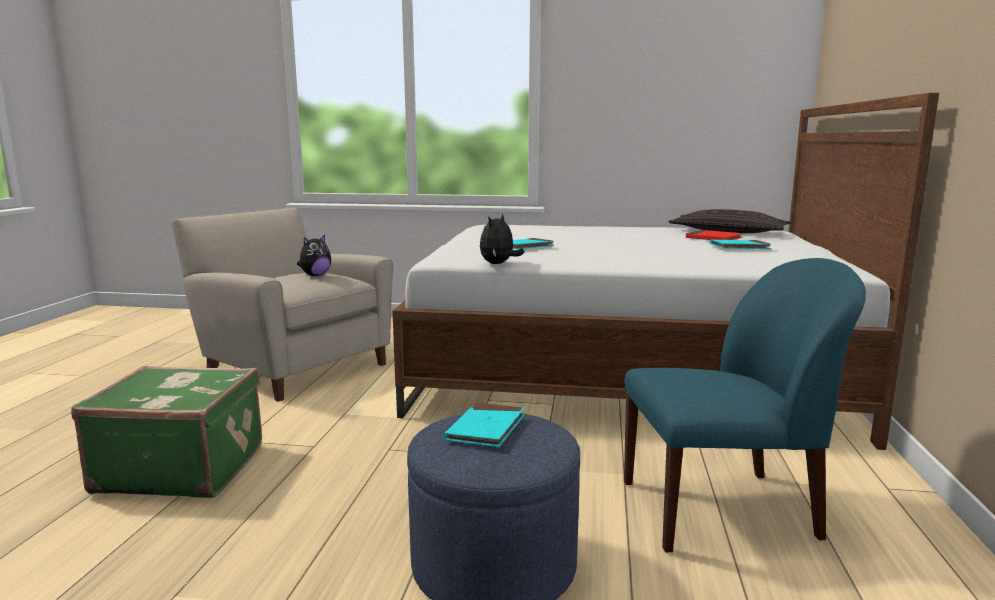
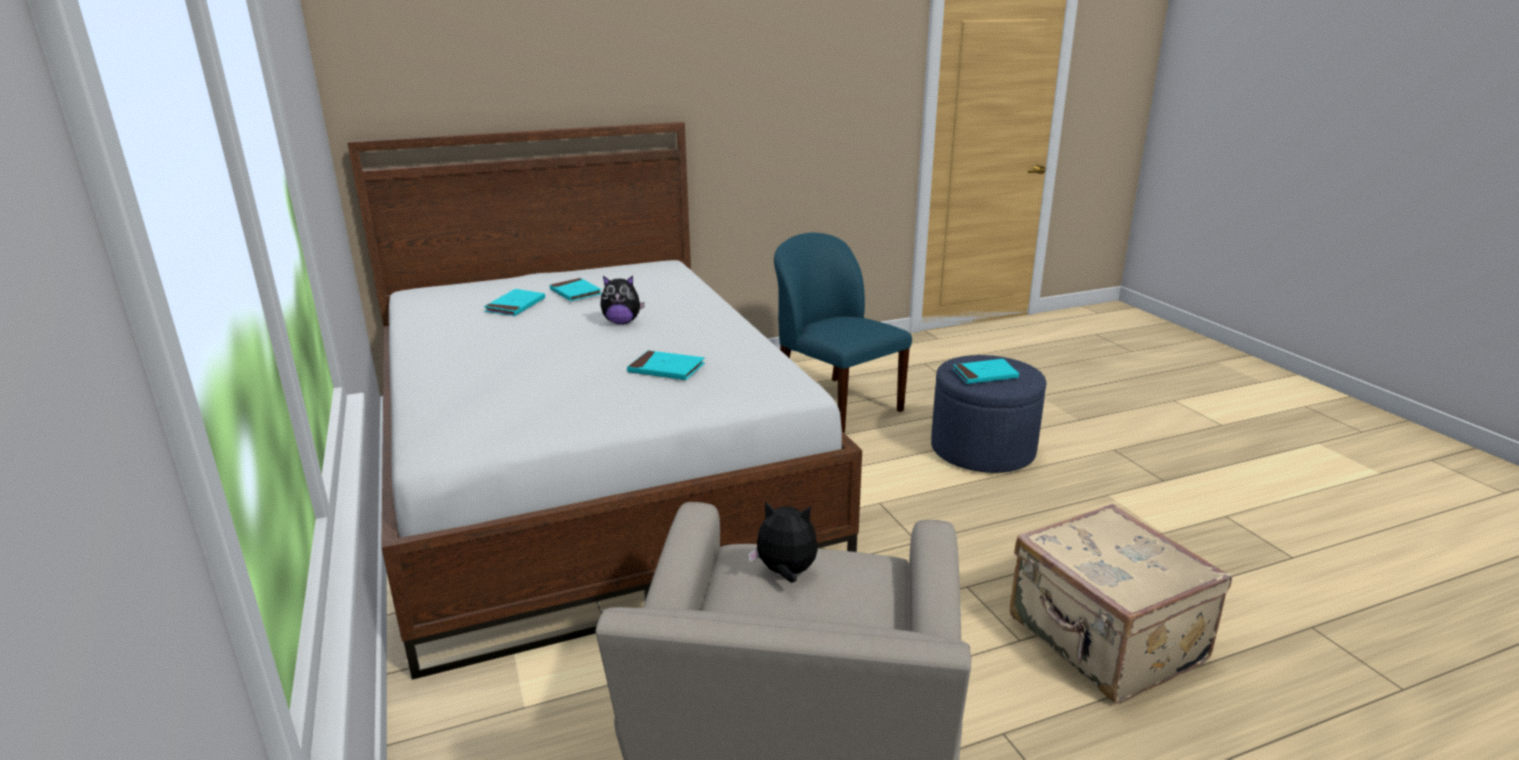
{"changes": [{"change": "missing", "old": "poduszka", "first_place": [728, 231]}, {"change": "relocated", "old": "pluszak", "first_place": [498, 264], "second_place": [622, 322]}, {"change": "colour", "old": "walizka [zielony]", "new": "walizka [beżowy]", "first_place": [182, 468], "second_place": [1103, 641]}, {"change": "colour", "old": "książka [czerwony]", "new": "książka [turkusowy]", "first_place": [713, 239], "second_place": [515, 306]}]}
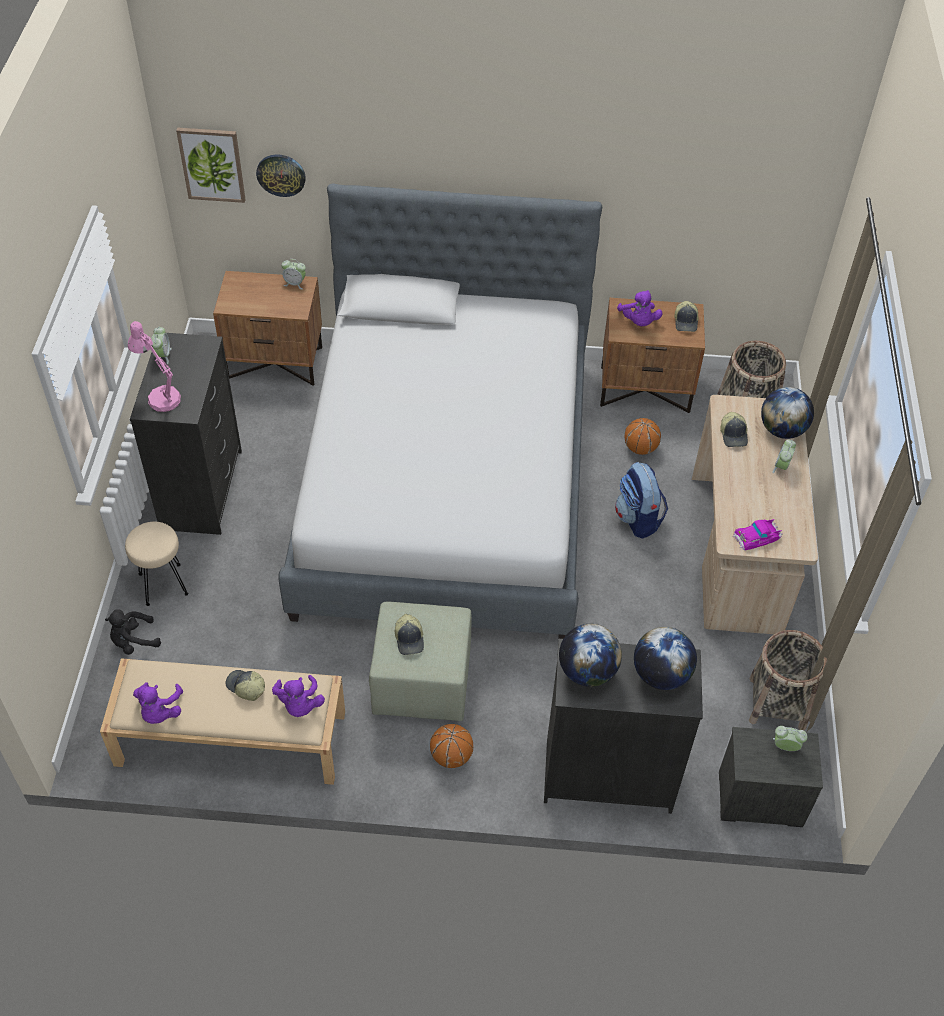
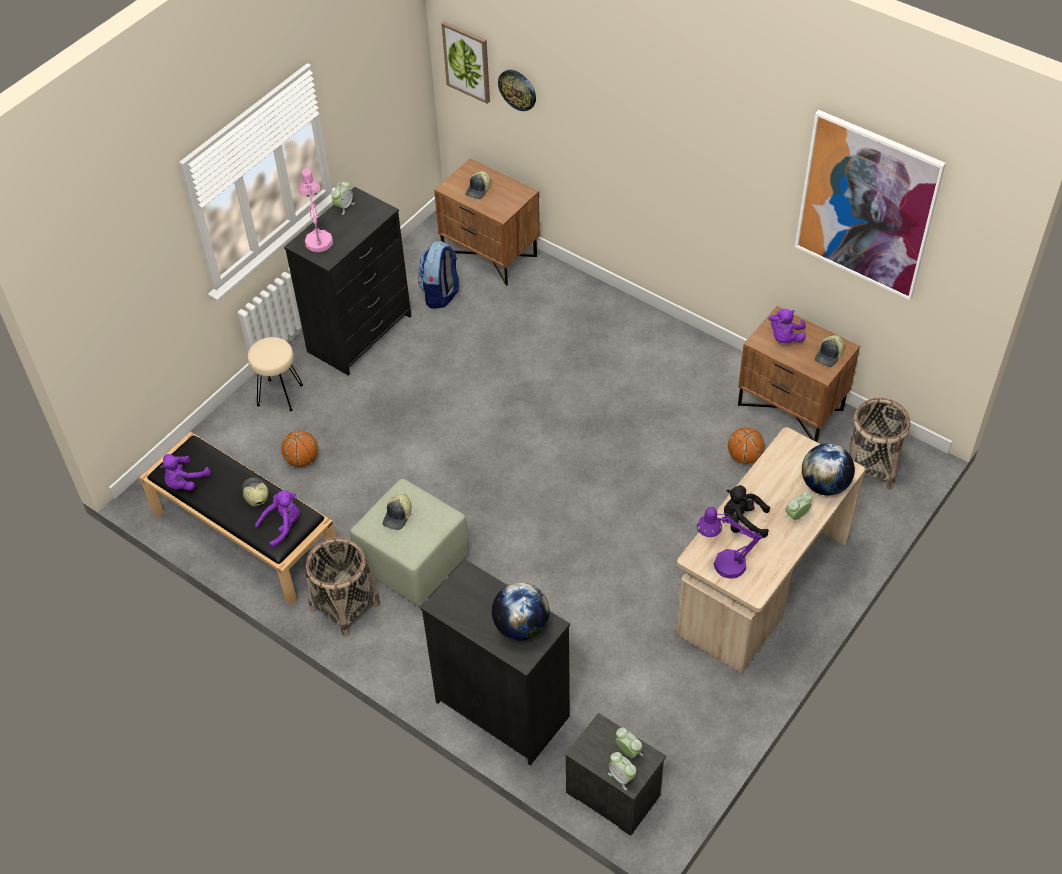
{"changes": [{"change": "missing", "old": "łóżko", "first_place": [446, 482]}, {"change": "missing", "old": "globus", "first_place": [587, 671]}, {"change": "appeared", "new": "obraz", "second_place": [867, 205]}, {"change": "relocated", "old": "pluszak [czarny]", "first_place": [133, 641], "second_place": [743, 522]}, {"change": "relocated", "old": "budzik", "first_place": [295, 283], "second_place": [622, 777]}, {"change": "relocated", "old": "piłka do koszykówki", "first_place": [451, 756], "second_place": [302, 459]}, {"change": "relocated", "old": "plecak", "first_place": [638, 519], "second_place": [440, 294]}, {"change": "relocated", "old": "czapka z daszkiem", "first_place": [734, 435], "second_place": [479, 190]}, {"change": "relocated", "old": "koszyk", "first_place": [777, 703], "second_place": [345, 606]}, {"change": "exchanged", "old": "samochodzik", "new": "lampa stołowa [fioletowy]", "first_place": [757, 536], "second_place": [722, 564]}, {"change": "colour", "old": "ławka [beżowy]", "new": "ławka [czarny]", "first_place": [229, 739], "second_place": [243, 534]}, {"change": "spun", "old": "pluszak [fioletowy]", "first_place": [299, 705], "second_place": [283, 526], "degrees": -150}]}
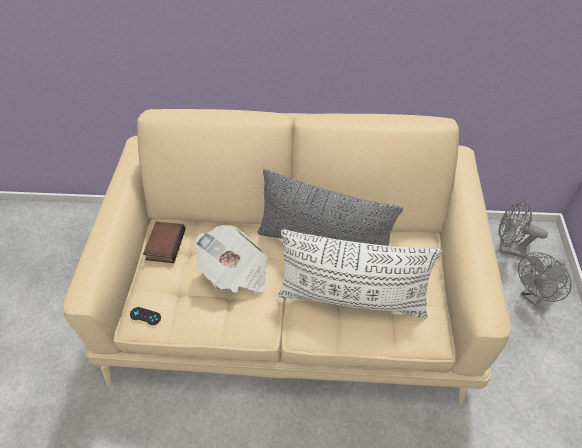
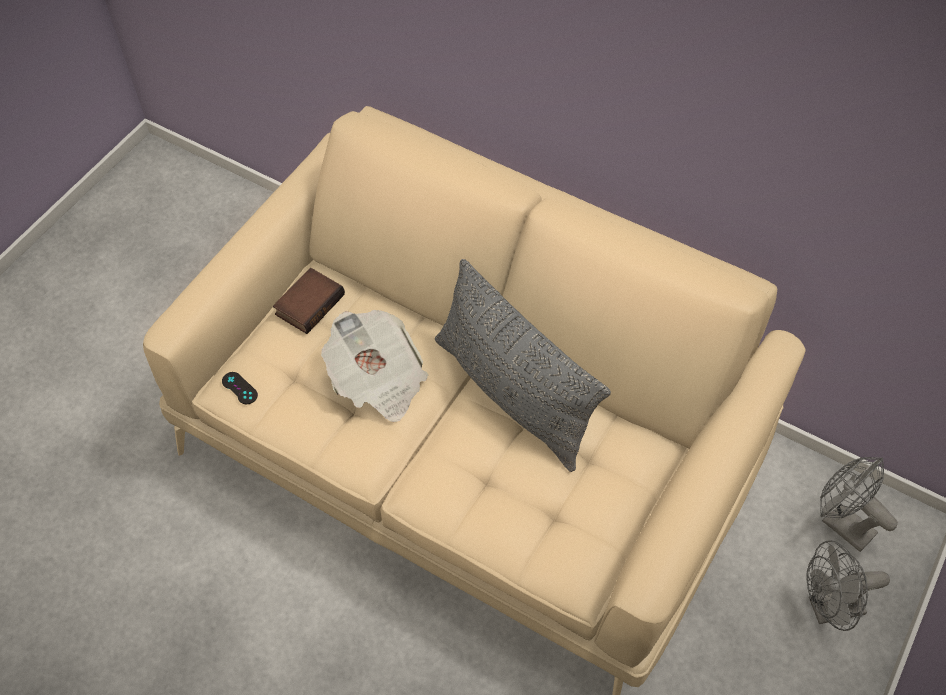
{"changes": [{"change": "missing", "old": "poduszka [biały]", "first_place": [352, 297]}]}
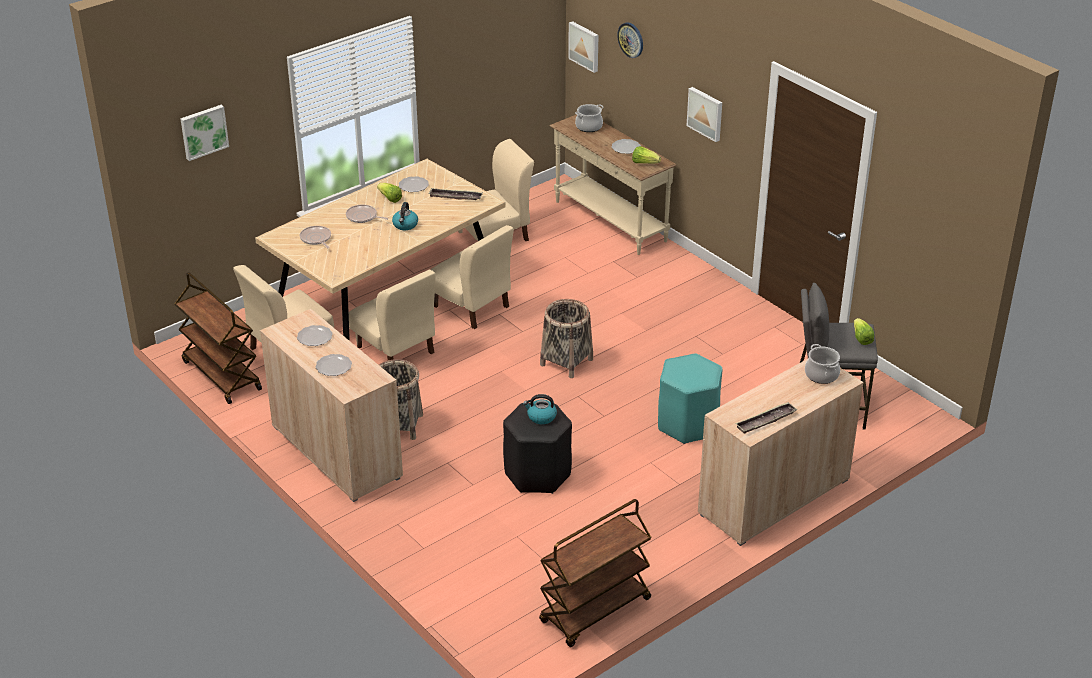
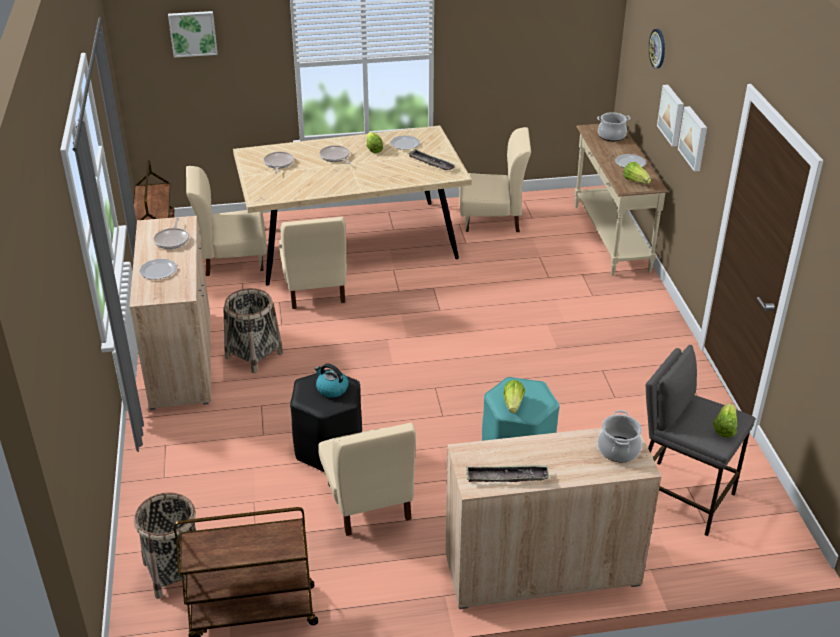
{"changes": [{"change": "missing", "old": "czajnik", "first_place": [405, 225]}, {"change": "appeared", "new": "sałata", "second_place": [513, 404]}, {"change": "relocated", "old": "krzesło [beżowy]", "first_place": [471, 307], "second_place": [368, 502]}, {"change": "relocated", "old": "koszyk", "first_place": [566, 362], "second_place": [175, 572]}, {"change": "relocated", "old": "obraz", "first_place": [585, 46], "second_place": [672, 115]}, {"change": "exchanged", "old": "talerz", "new": "patelnia", "first_place": [315, 337], "second_place": [172, 240]}]}
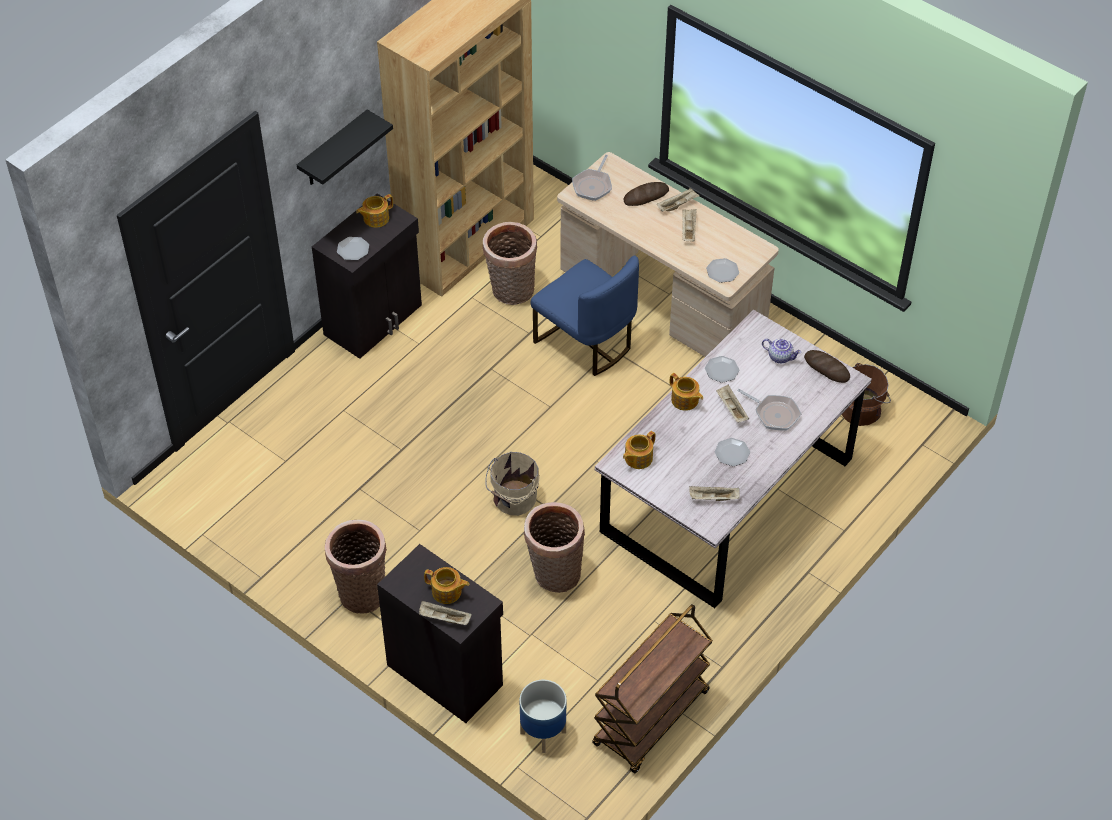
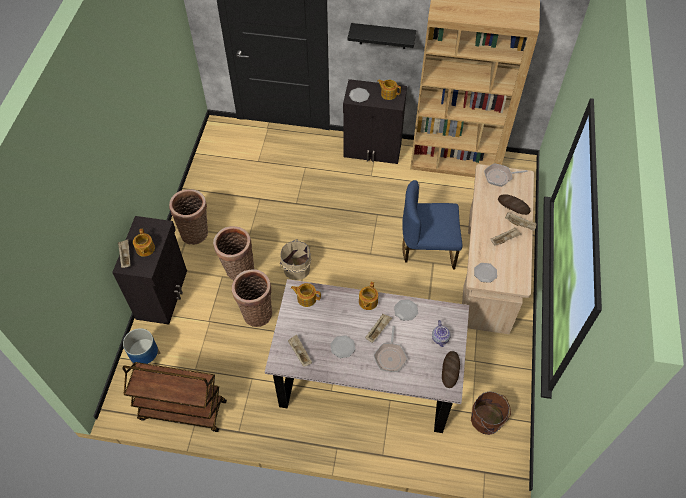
{"changes": [{"change": "relocated", "old": "koszyk", "first_place": [511, 292], "second_place": [238, 269]}, {"change": "spun", "old": "krzesło [niebieski]", "first_place": [586, 342], "second_place": [428, 248], "degrees": 75}]}
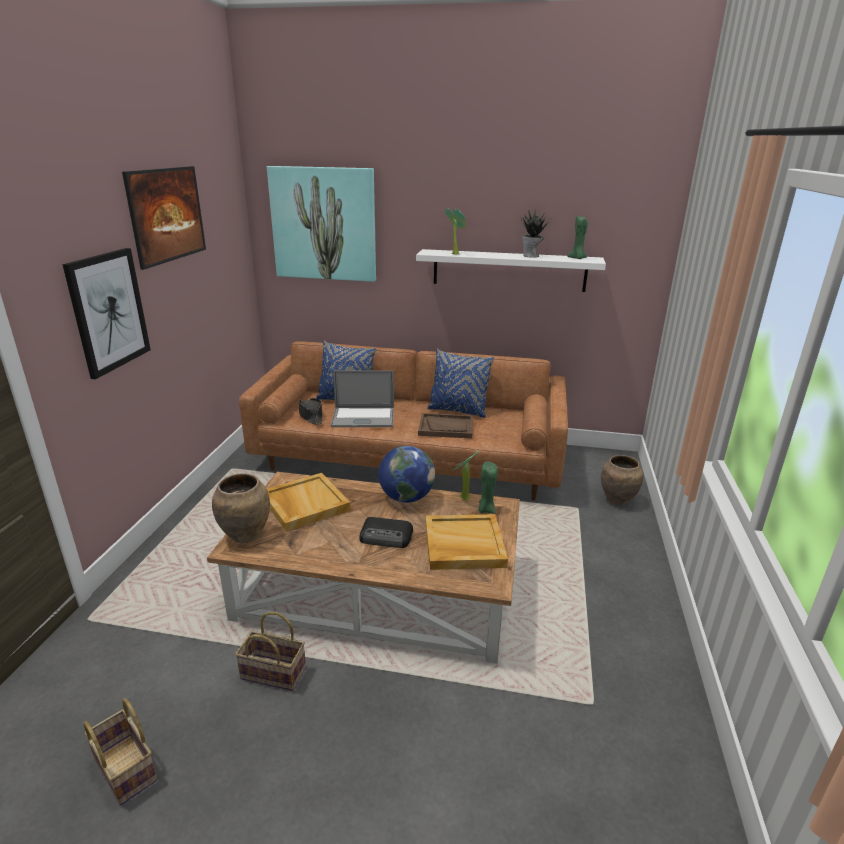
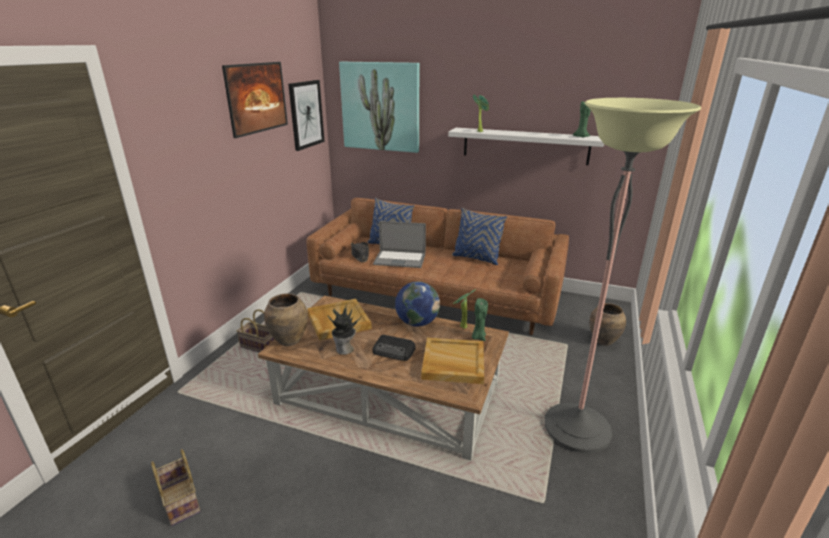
{"changes": [{"change": "missing", "old": "taca [brązowy]", "first_place": [446, 427]}, {"change": "appeared", "new": "lampa stojąca", "second_place": [577, 428]}, {"change": "relocated", "old": "obraz", "first_place": [108, 311], "second_place": [306, 114]}, {"change": "relocated", "old": "koszyk", "first_place": [271, 674], "second_place": [257, 346]}, {"change": "relocated", "old": "roślina doniczkowa", "first_place": [531, 256], "second_place": [345, 350]}]}
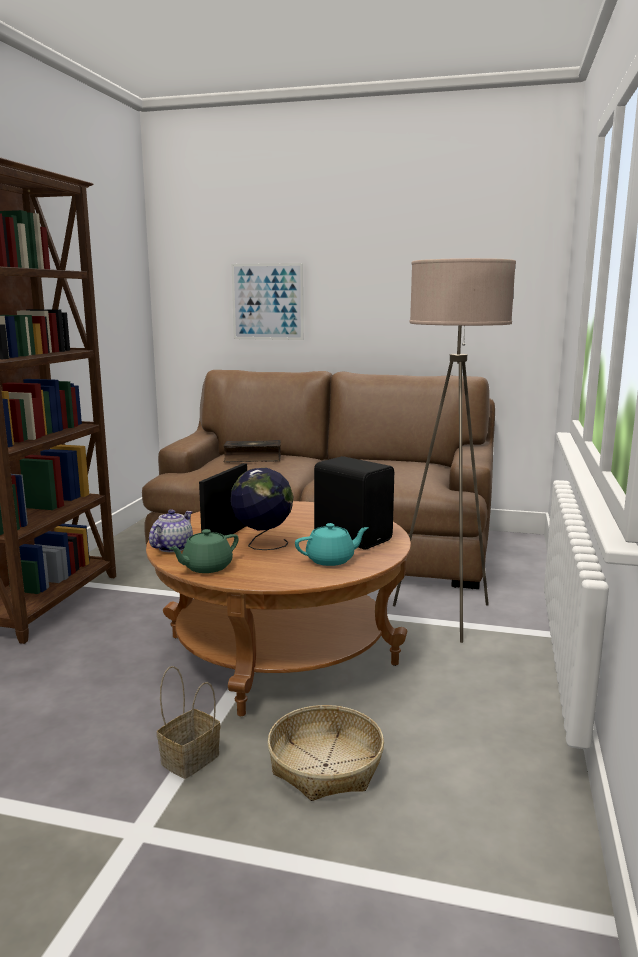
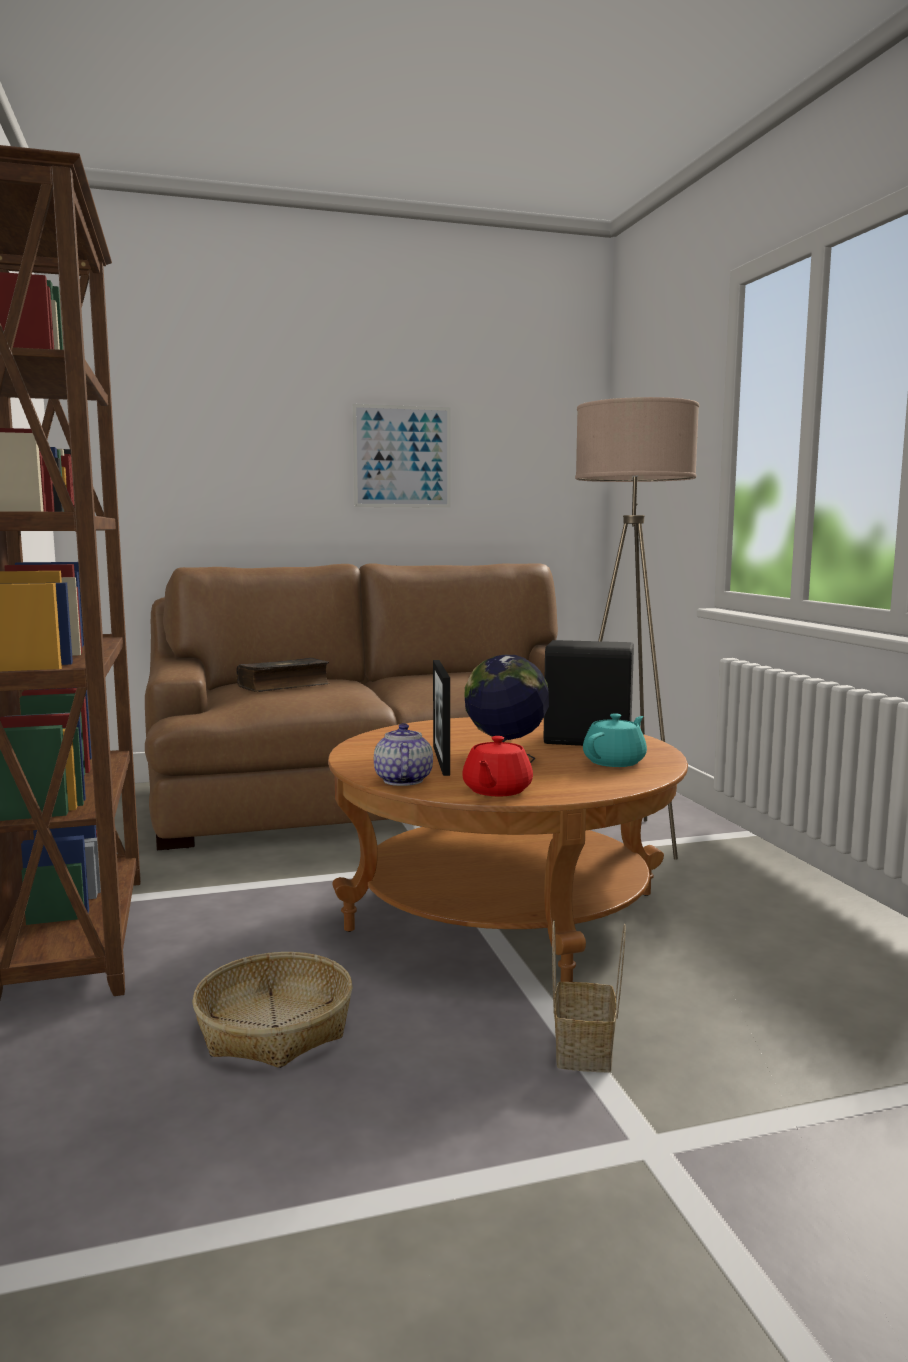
{"changes": [{"change": "relocated", "old": "obraz", "first_place": [267, 302], "second_place": [402, 457]}, {"change": "relocated", "old": "koszyk", "first_place": [325, 765], "second_place": [274, 1027]}, {"change": "colour", "old": "imbryk [zielony]", "new": "imbryk [czerwony]", "first_place": [206, 567], "second_place": [496, 791]}]}
